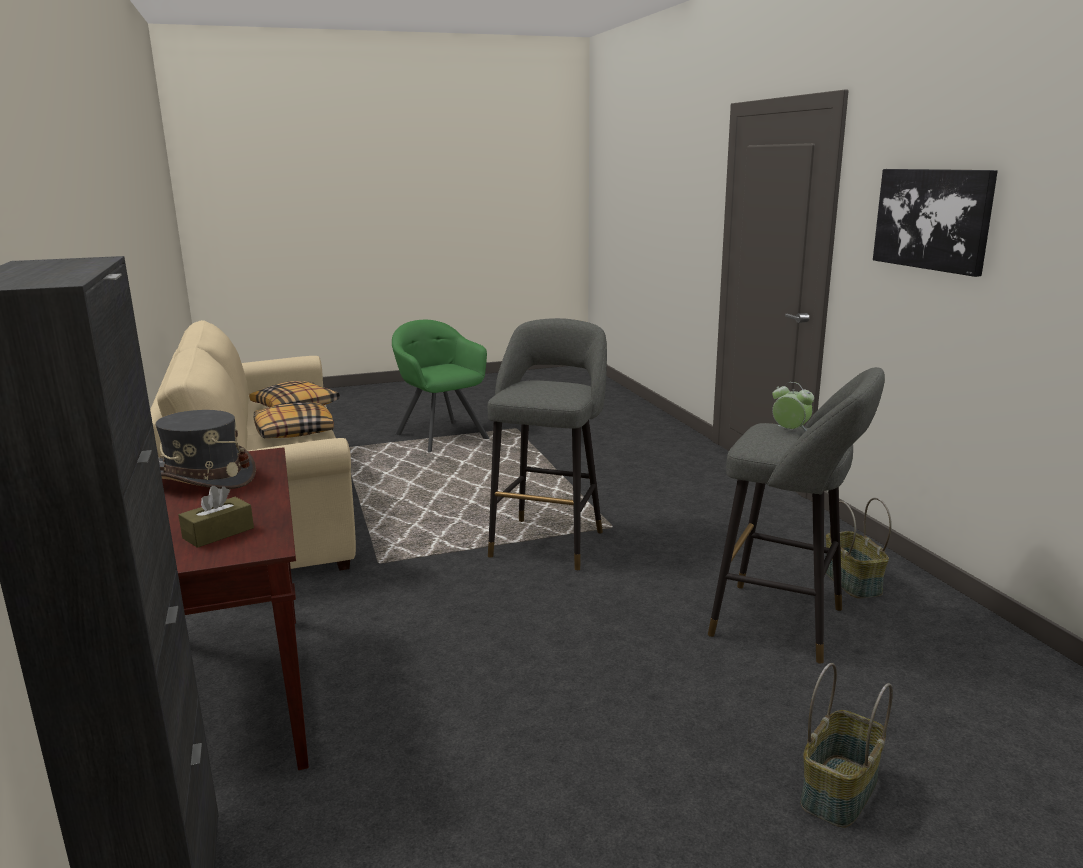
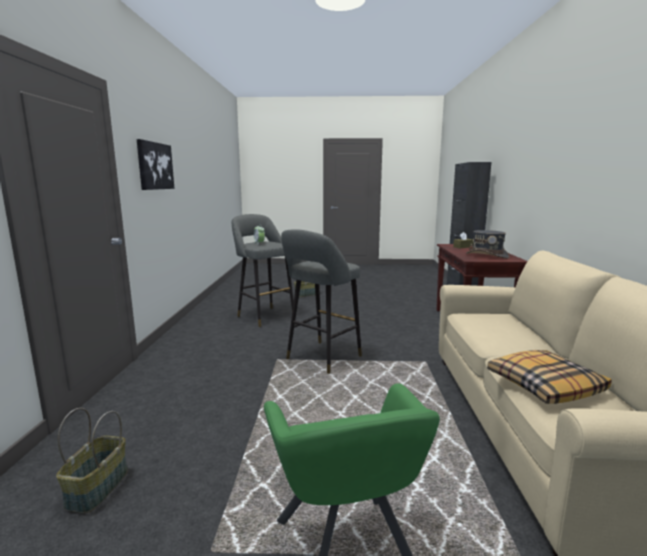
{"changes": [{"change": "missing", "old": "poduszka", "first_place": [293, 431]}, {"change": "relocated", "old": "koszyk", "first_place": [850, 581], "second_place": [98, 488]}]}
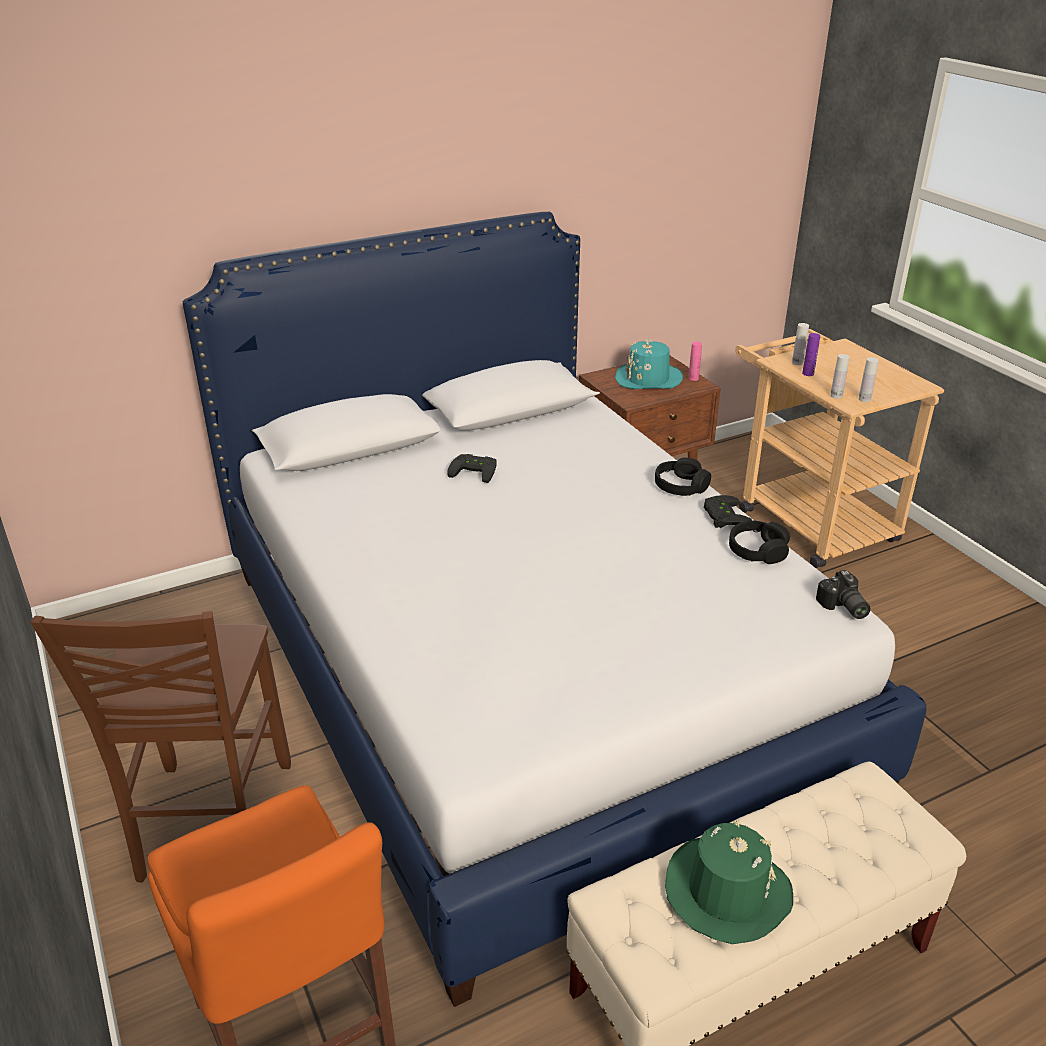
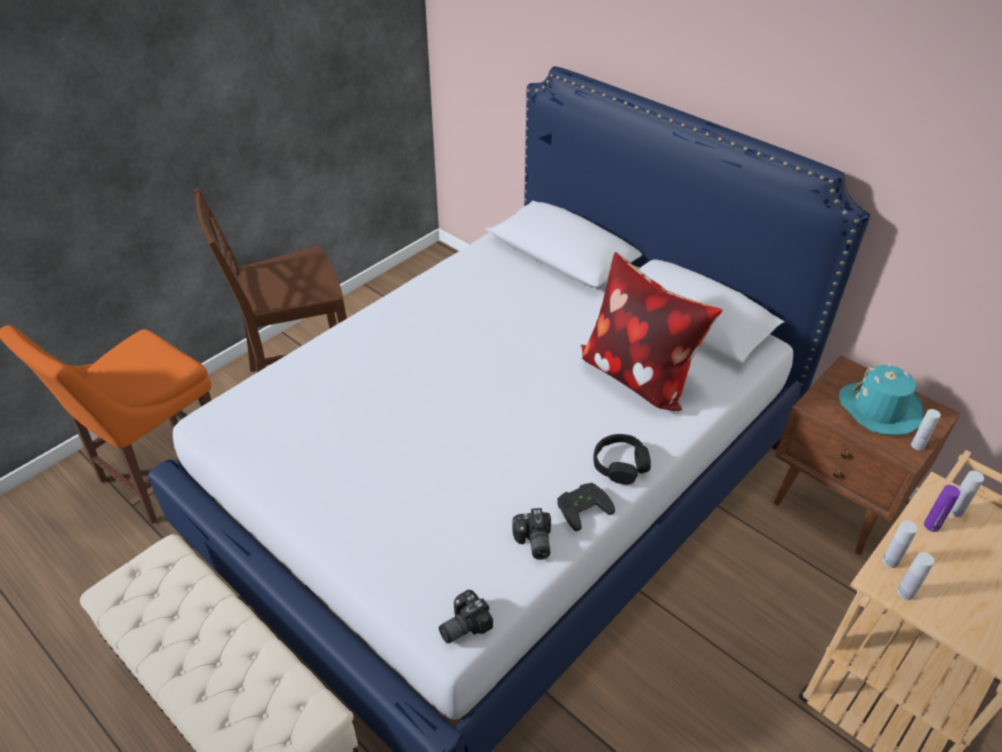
{"changes": [{"change": "missing", "old": "pad do gier [czarny]", "first_place": [475, 470]}, {"change": "missing", "old": "kapelusz [zielony]", "first_place": [726, 891]}, {"change": "appeared", "new": "poduszka", "second_place": [638, 375]}, {"change": "exchanged", "old": "słuchawki [czarny]", "new": "aparat fotograficzny", "first_place": [757, 550], "second_place": [533, 542]}, {"change": "colour", "old": "butelka [różowy]", "new": "butelka [biały]", "first_place": [693, 378], "second_place": [917, 445]}]}
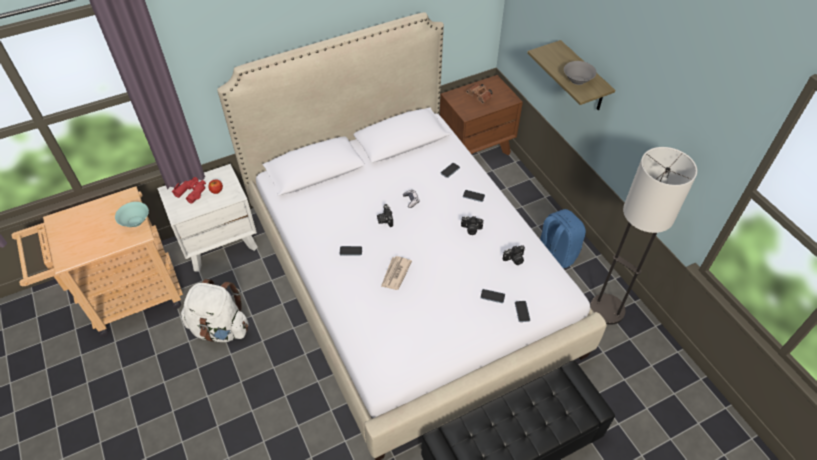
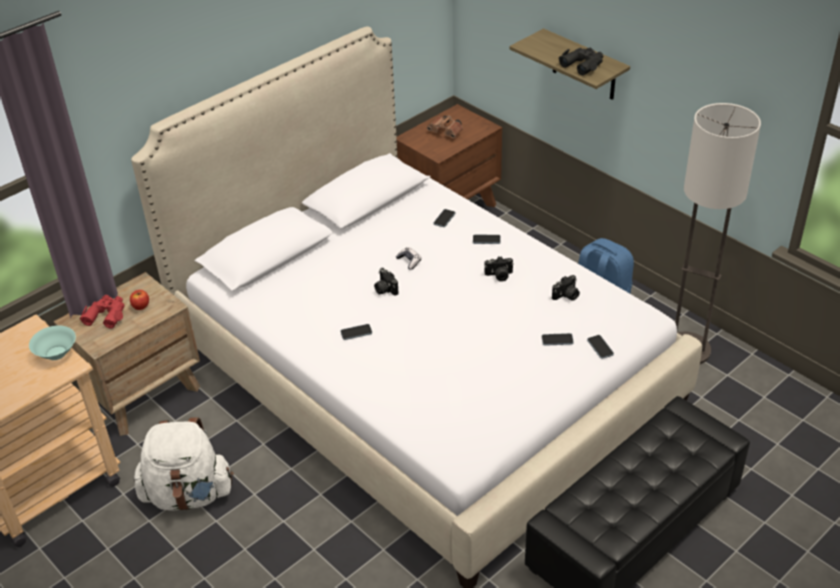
{"changes": [{"change": "missing", "old": "gazeta", "first_place": [395, 274]}, {"change": "exchanged", "old": "miska [szary]", "new": "lornetka [czarny]", "first_place": [578, 80], "second_place": [583, 64]}, {"change": "colour", "old": "szafka nocna [biały]", "new": "szafka nocna [brązowy]", "first_place": [220, 242], "second_place": [143, 393]}]}
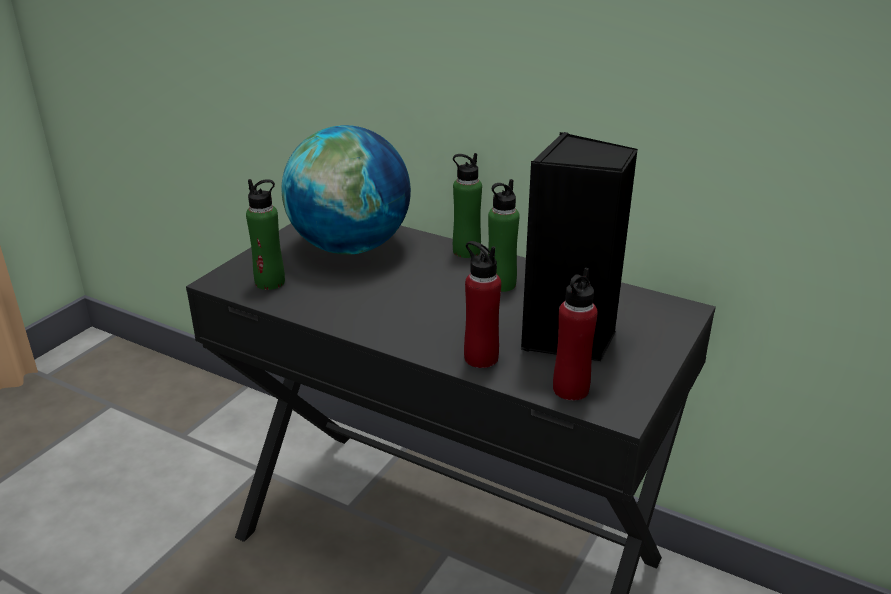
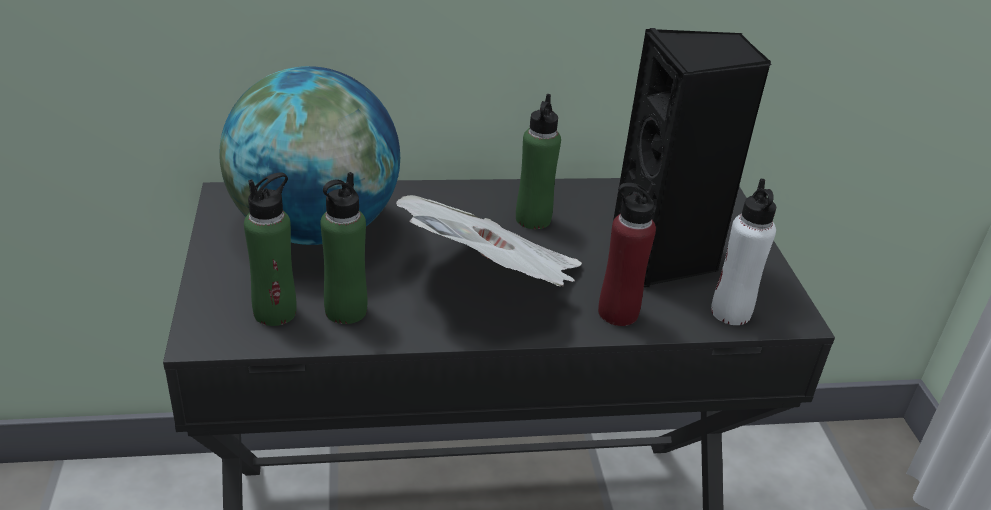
{"changes": [{"change": "appeared", "new": "gazeta", "second_place": [493, 282]}, {"change": "relocated", "old": "butelka [zielony]", "first_place": [466, 251], "second_place": [345, 311]}, {"change": "colour", "old": "butelka [czerwony]", "new": "butelka [biały]", "first_place": [570, 389], "second_place": [730, 312]}]}
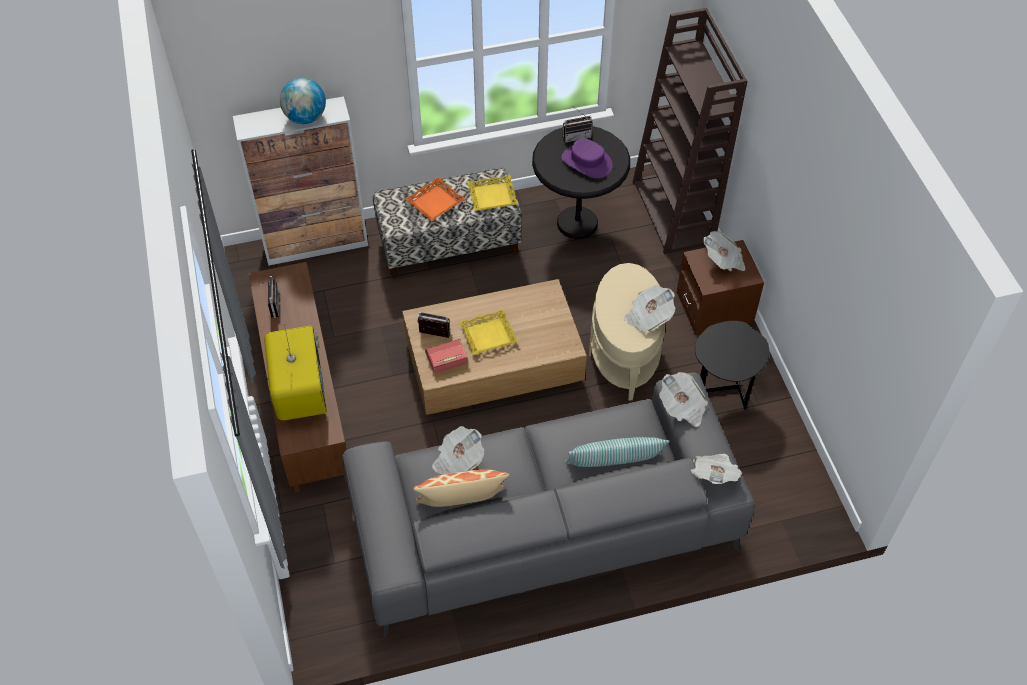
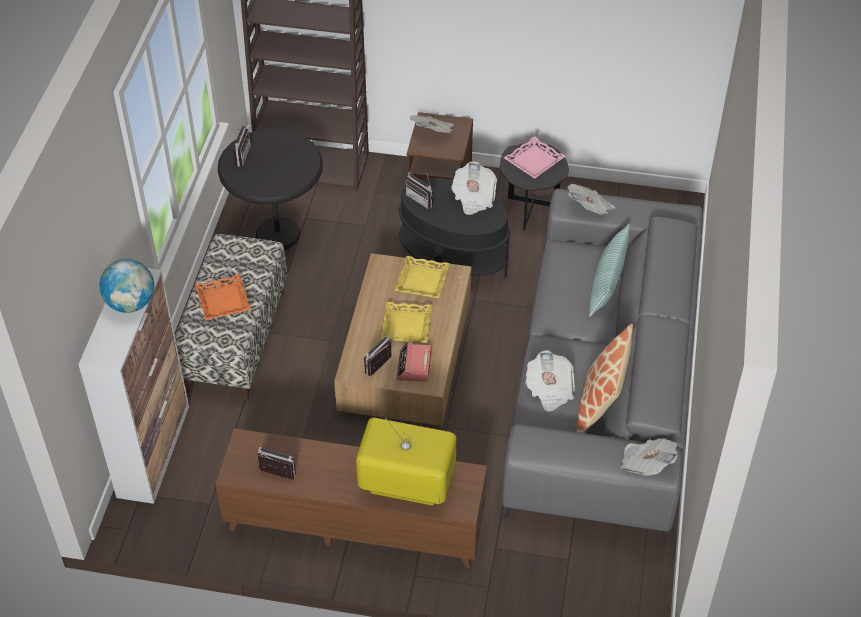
{"changes": [{"change": "missing", "old": "kapelusz [fioletowy]", "first_place": [587, 162]}, {"change": "appeared", "new": "radio", "second_place": [422, 199]}, {"change": "appeared", "new": "taca [różowy]", "second_place": [533, 161]}, {"change": "relocated", "old": "taca [żółty]", "first_place": [492, 197], "second_place": [423, 281]}, {"change": "relocated", "old": "gazeta", "first_place": [714, 475], "second_place": [646, 464]}, {"change": "colour", "old": "stolik [beżowy]", "new": "stolik [czarny]", "first_place": [624, 354], "second_place": [453, 261]}]}
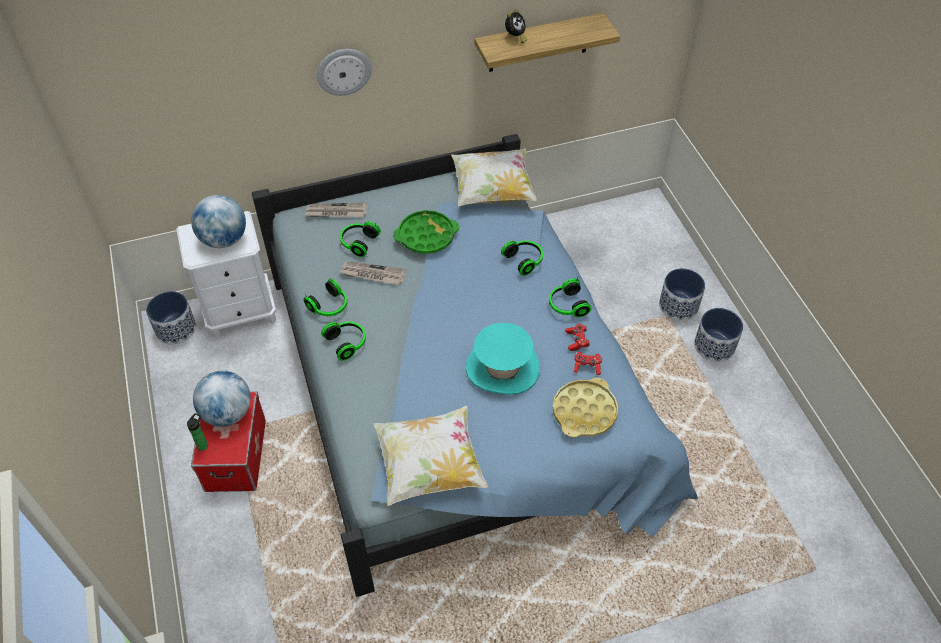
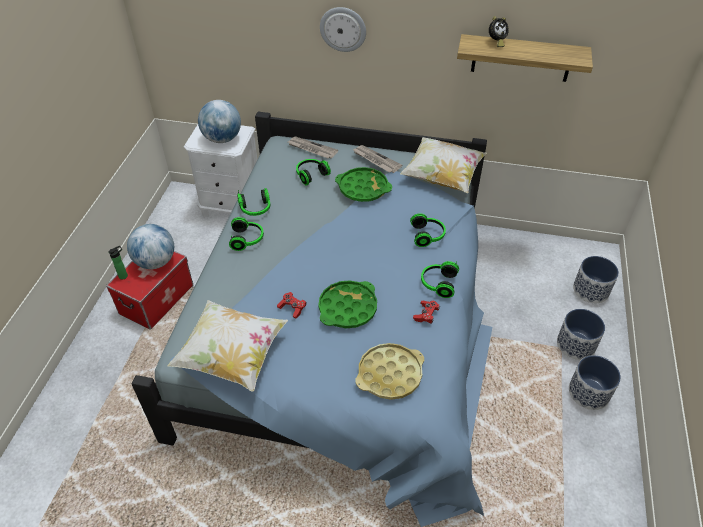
{"changes": [{"change": "relocated", "old": "donica", "first_place": [176, 329], "second_place": [591, 290]}, {"change": "relocated", "old": "gazeta", "first_place": [372, 274], "second_place": [376, 160]}, {"change": "relocated", "old": "pad do gier [czerwony]", "first_place": [587, 366], "second_place": [292, 308]}, {"change": "exchanged", "old": "kapelusz [turkusowy]", "new": "taca [zielony]", "first_place": [502, 368], "second_place": [347, 308]}]}
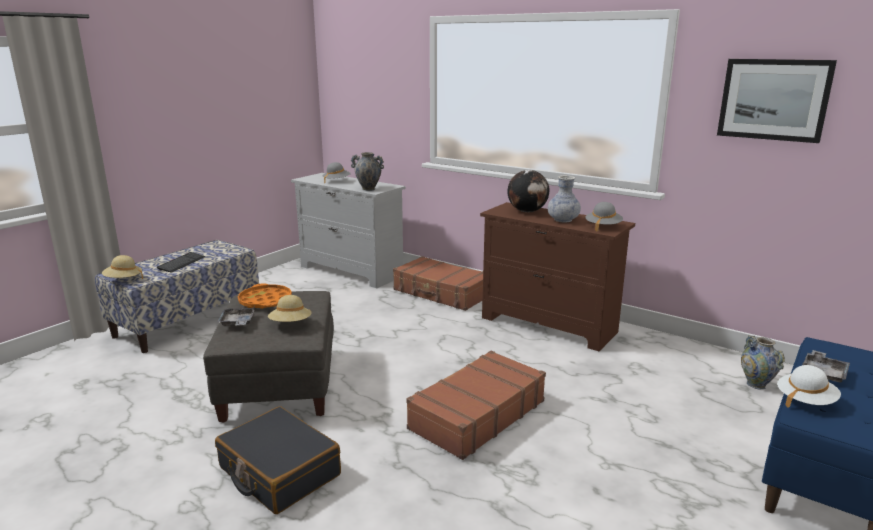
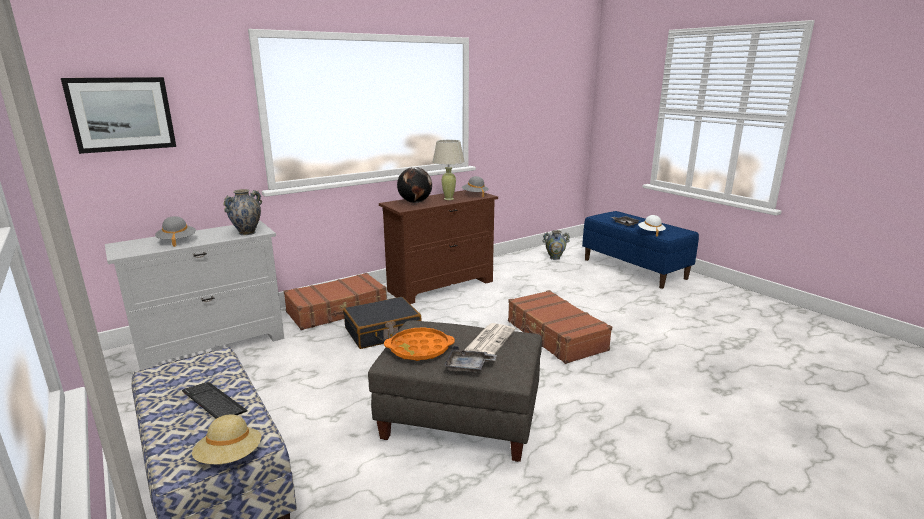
{"changes": [{"change": "relocated", "old": "walizka [czarny]", "first_place": [279, 472], "second_place": [383, 332]}, {"change": "relocated", "old": "obraz", "first_place": [773, 99], "second_place": [122, 114]}, {"change": "exchanged", "old": "kapelusz [beżowy]", "new": "gazeta", "first_place": [290, 324], "second_place": [490, 340]}, {"change": "exchanged", "old": "wazon", "new": "lampa stołowa [beżowy]", "first_place": [563, 220], "second_place": [448, 199]}]}
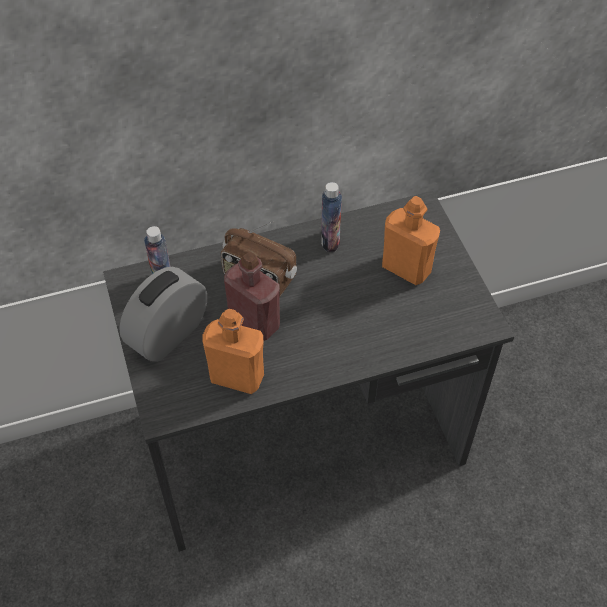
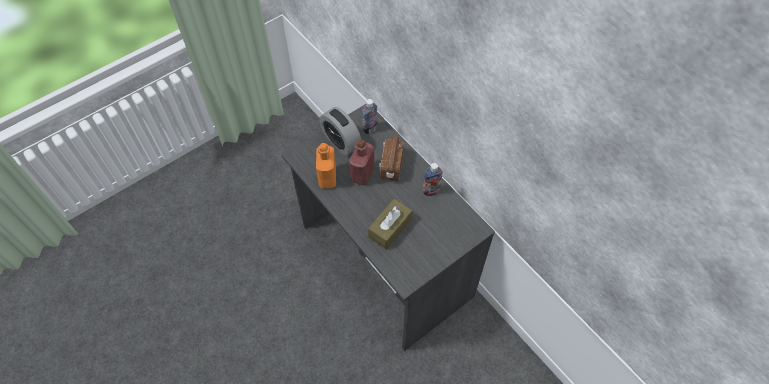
{"changes": [{"change": "missing", "old": "butelka [pomarańczowy]", "first_place": [406, 268]}, {"change": "appeared", "new": "pudełko chusteczek [brązowy]", "second_place": [390, 228]}, {"change": "spun", "old": "budzik", "first_place": [168, 334], "second_place": [341, 142], "degrees": -150}]}
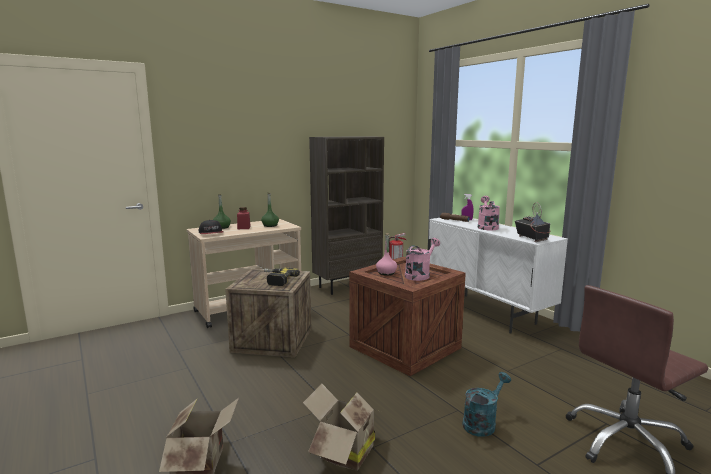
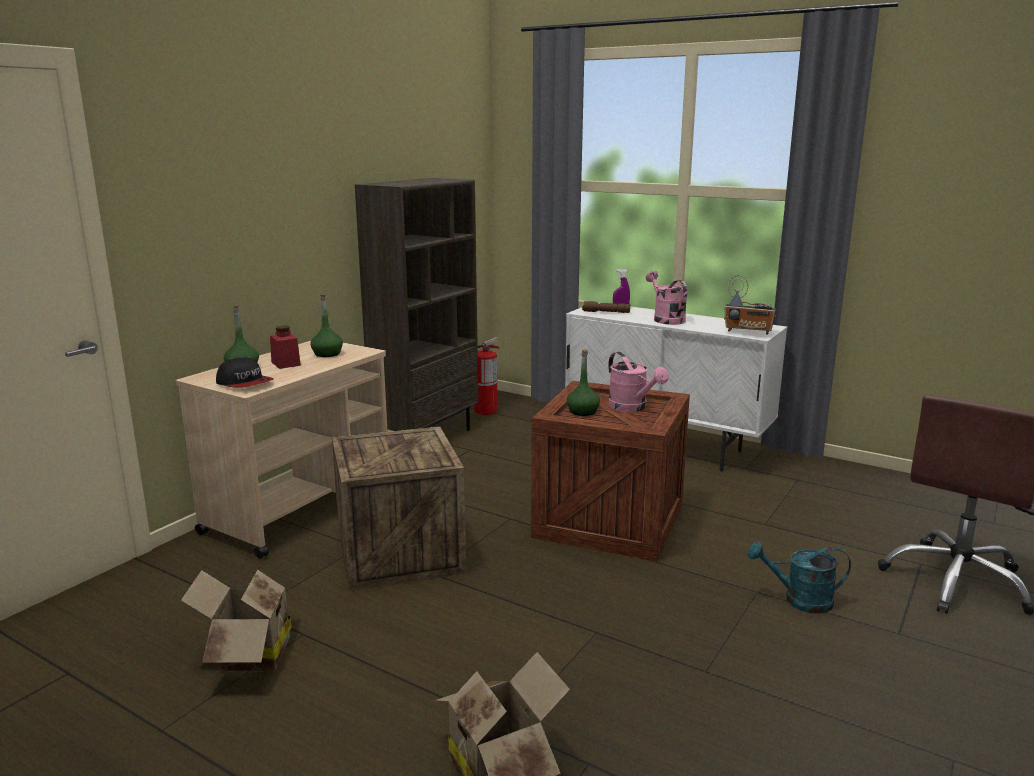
{"changes": [{"change": "missing", "old": "wiertarka", "first_place": [276, 280]}, {"change": "relocated", "old": "karton", "first_place": [342, 453], "second_place": [248, 656]}, {"change": "colour", "old": "butelka [różowy]", "new": "butelka [zielony]", "first_place": [386, 273], "second_place": [583, 412]}, {"change": "spun", "old": "konewka [różowy]", "first_place": [419, 275], "second_place": [632, 408], "degrees": 135}, {"change": "spun", "old": "konewka [turkusowy]", "first_place": [482, 423], "second_place": [799, 600], "degrees": -105}, {"change": "spun", "old": "radio", "first_place": [531, 239], "second_place": [748, 332], "degrees": 150}]}
